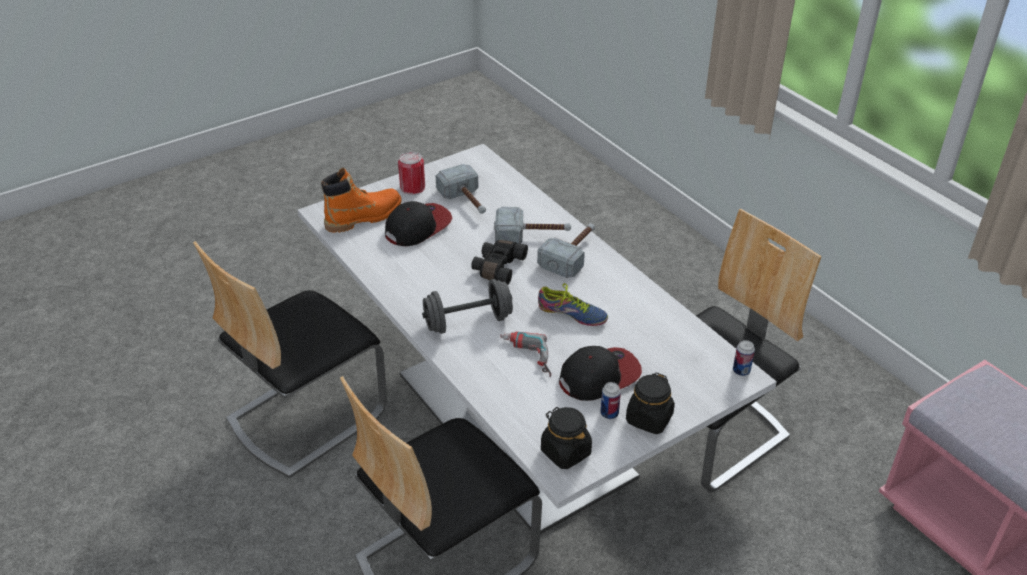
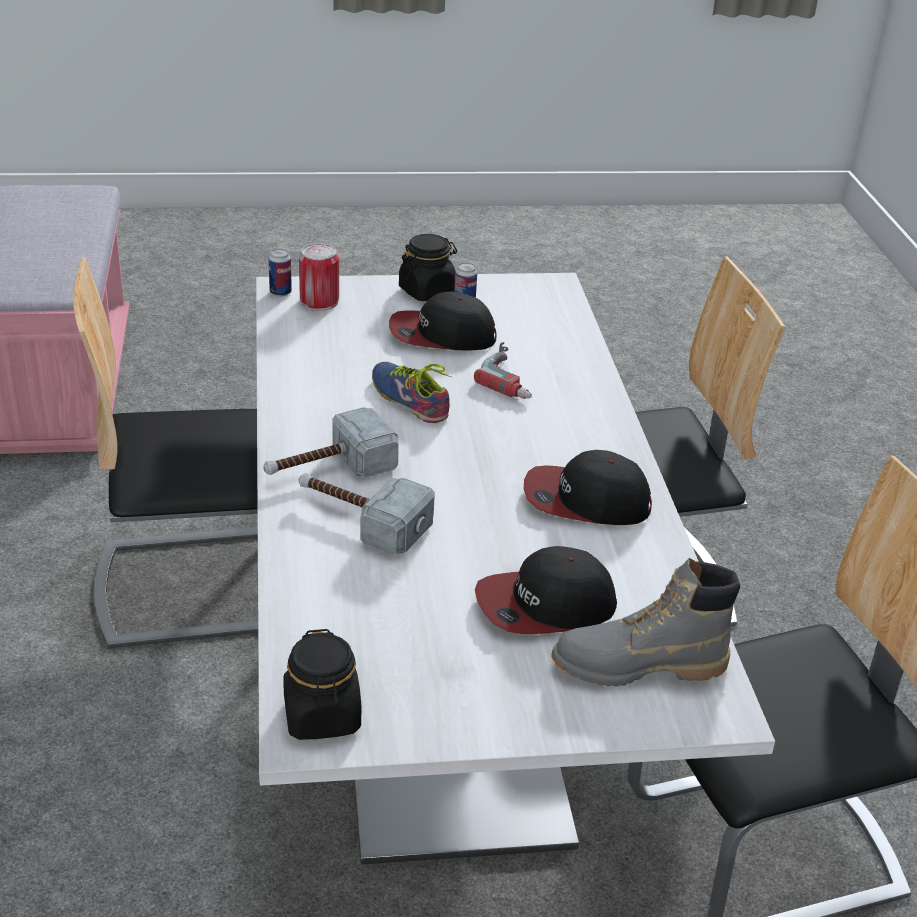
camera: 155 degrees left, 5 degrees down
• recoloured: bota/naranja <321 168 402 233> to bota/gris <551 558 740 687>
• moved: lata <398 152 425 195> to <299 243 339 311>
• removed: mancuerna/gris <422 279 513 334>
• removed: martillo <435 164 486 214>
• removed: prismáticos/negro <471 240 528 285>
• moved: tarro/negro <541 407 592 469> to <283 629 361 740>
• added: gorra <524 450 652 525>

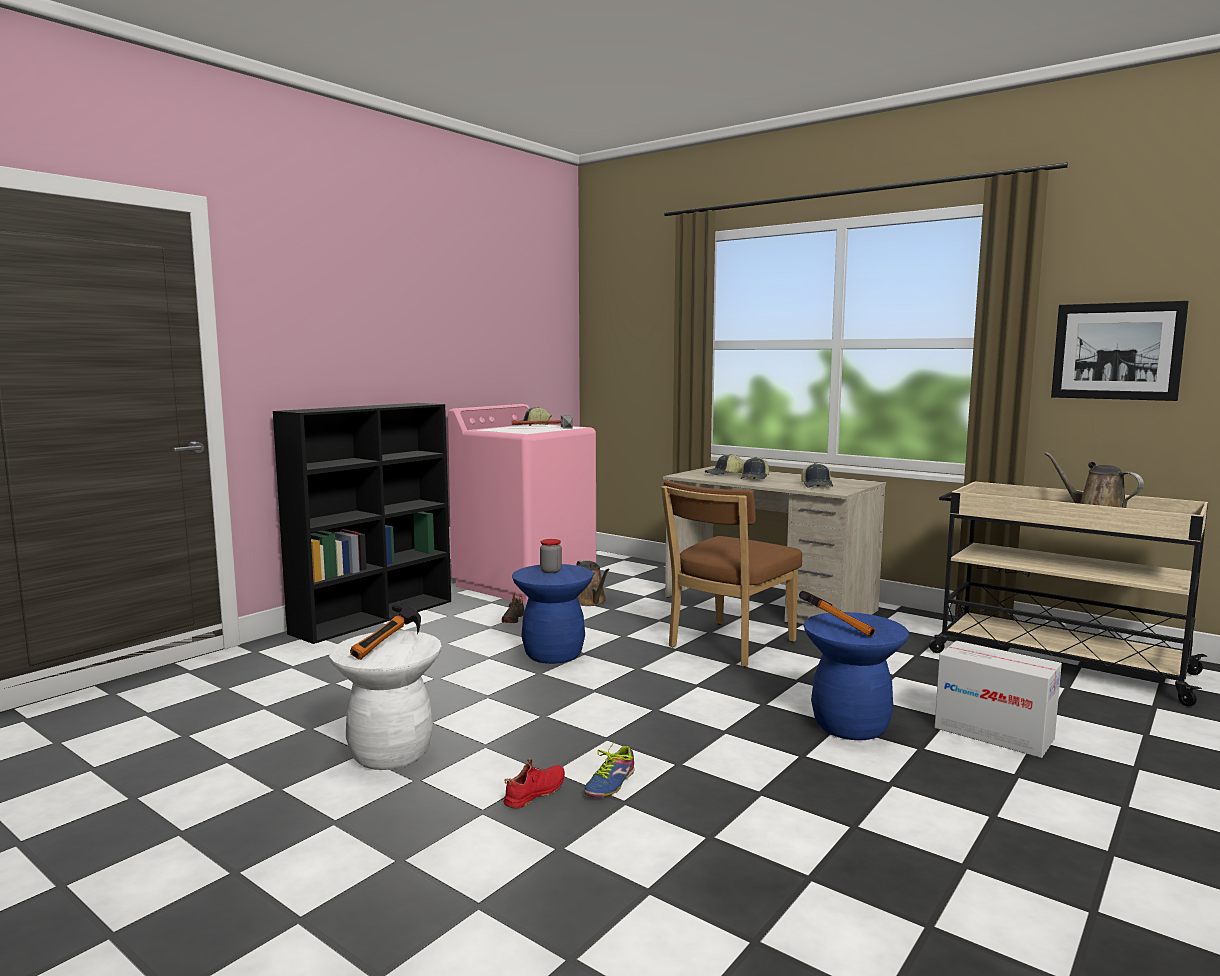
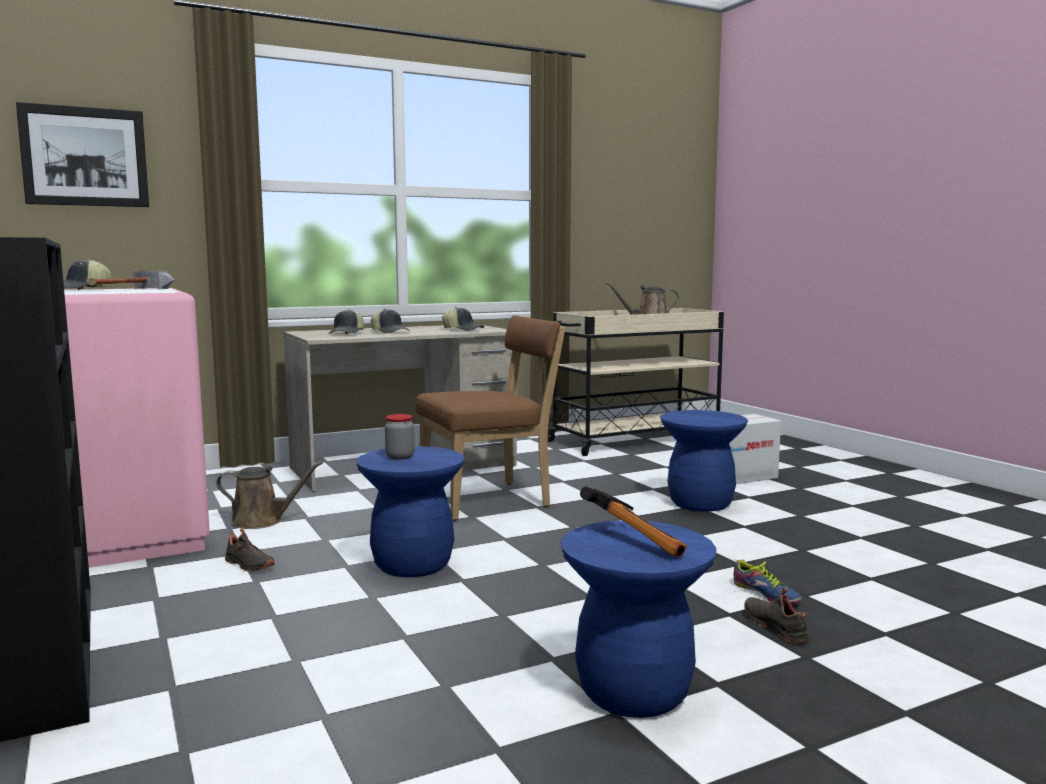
camera: 65 degrees left, 0 degrees up
• recoloured: taburete/blanco <329 630 442 770> to taburete/azul <561 520 716 718>
• recoloured: zapato/rojo <503 758 565 809> to zapato/negro <744 588 809 643>
• turned: silla/marrón <661 480 802 667> = <416 315 565 520> 90 degrees counterclockwise
• removed: martillo <799 591 876 637>
• moved: cuadro <1051 301 1189 401> to <16 102 149 207>

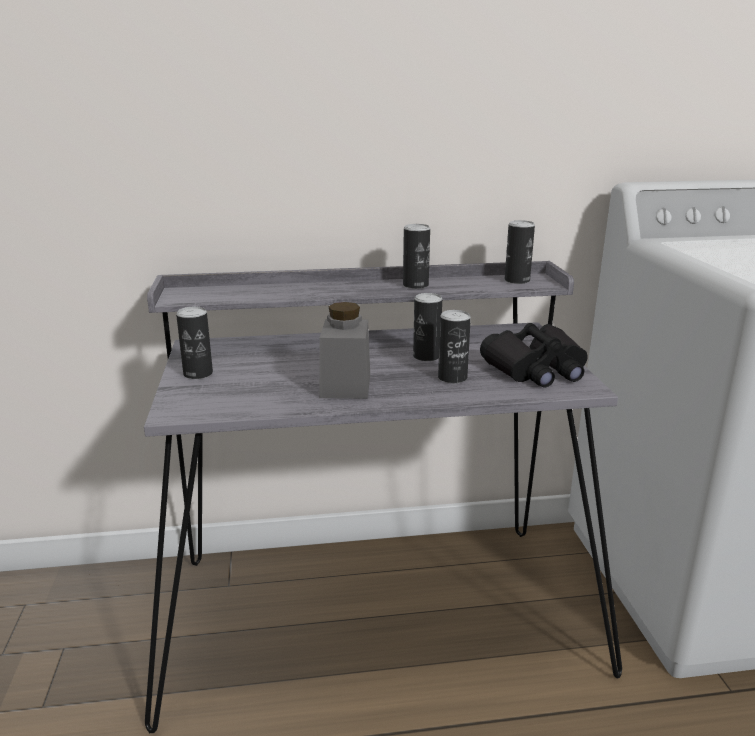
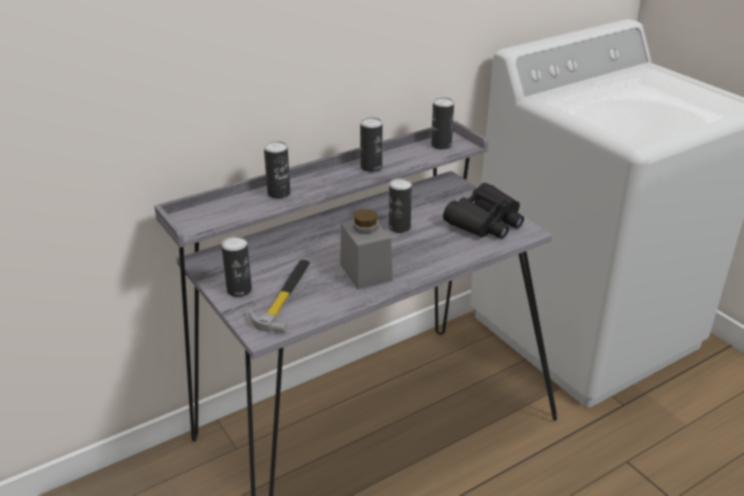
camera: 25 degrees left, 10 degrees up
• moved: lata <438 310 471 383> to <264 141 290 199>
• added: martillo <249 259 310 333>

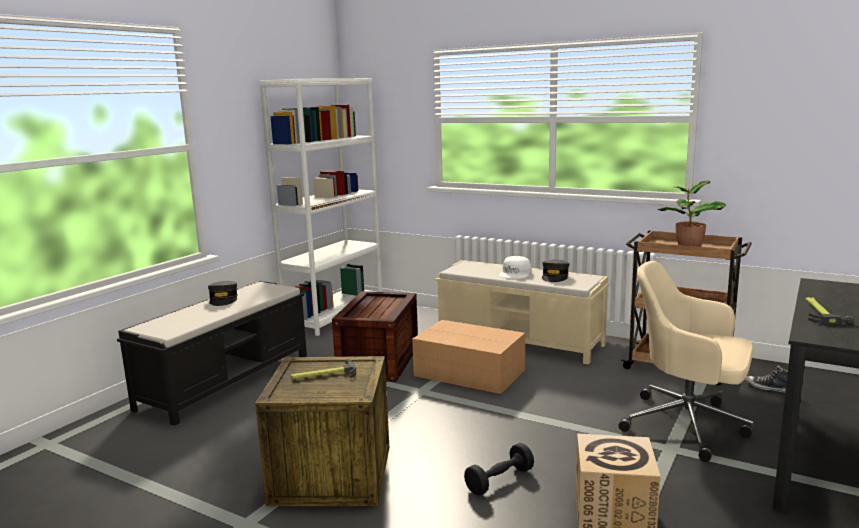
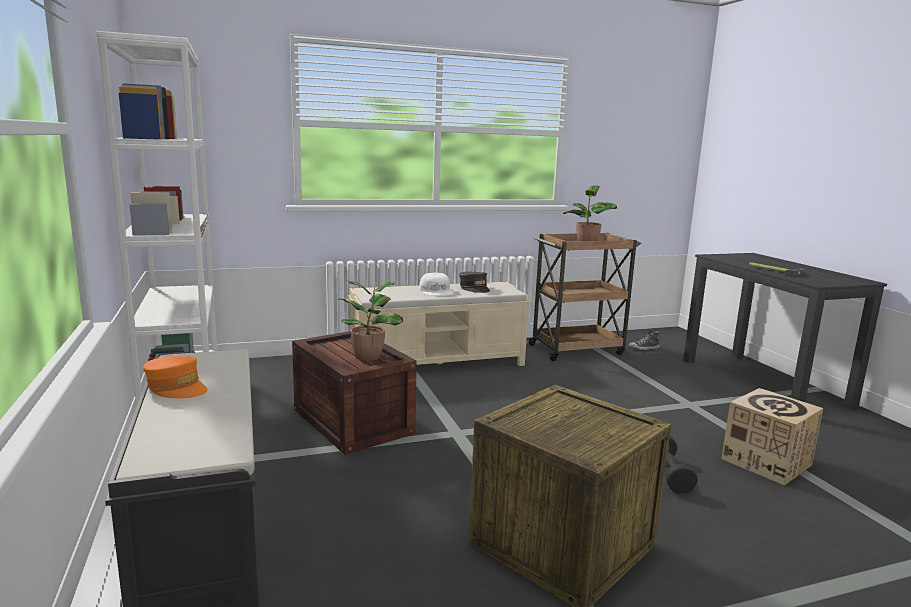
camera: 50 degrees left, 0 degrees up
• recoloured: gorra/gris <208 281 238 306> to gorra/naranja <143 356 207 398>
• removed: martillo <291 359 356 380>
• removed: caja de cartón <412 320 525 394>
• removed: silla de oficina/beis <619 261 754 462>
• added: planta en maceta <340 281 403 361>

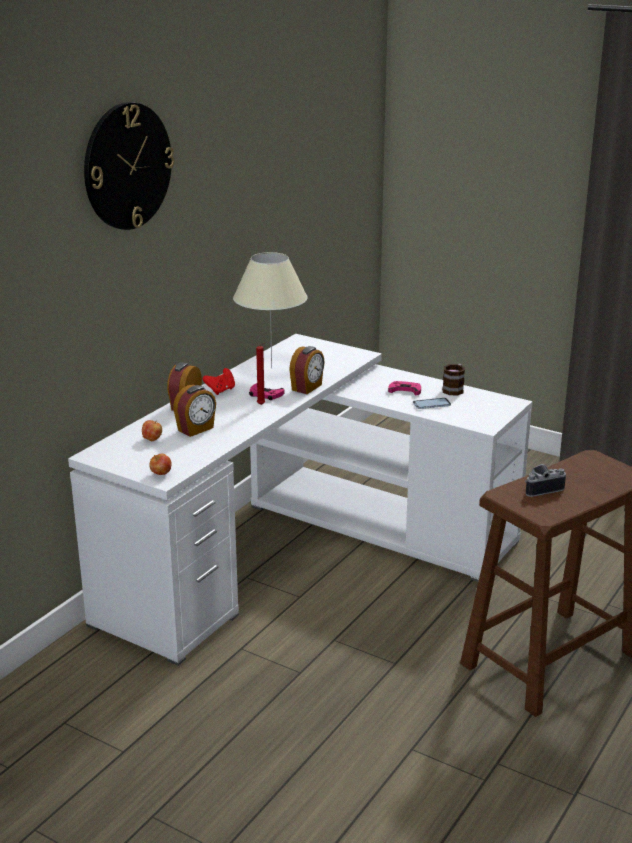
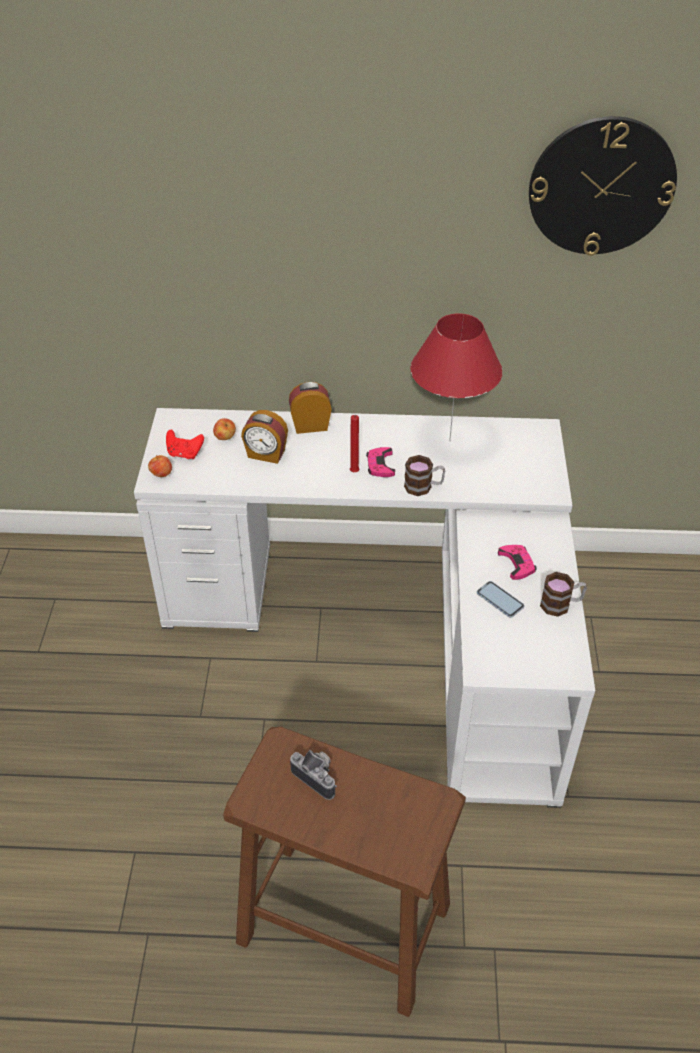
camera: 60 degrees right, 20 degrees up
• moved: reloj de pared <84 102 174 230> to <529 116 677 256>
• moved: mando de consola/rojo <203 368 235 395> to <166 429 204 459>
• recoloured: lámpara de mesa/beis <233 252 308 368> to lámpara de mesa/rojo <410 313 503 441>
• replaced: despertador <289 346 324 394> to taza grande <404 455 445 496>

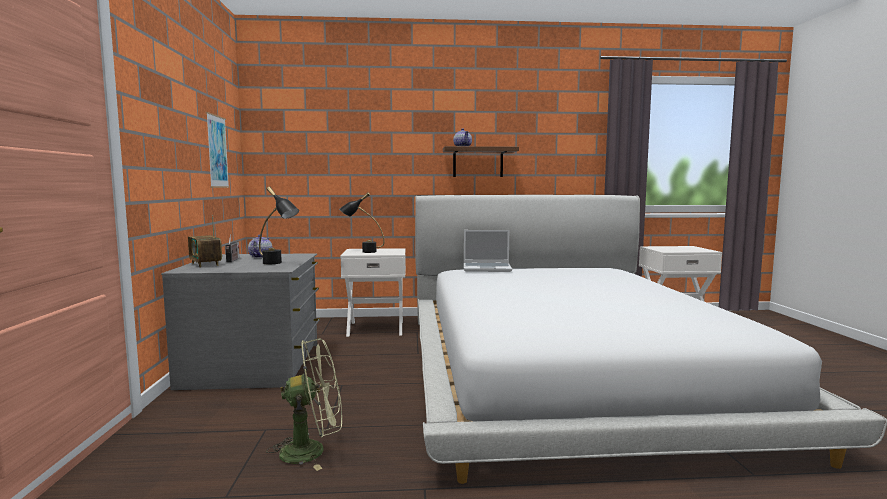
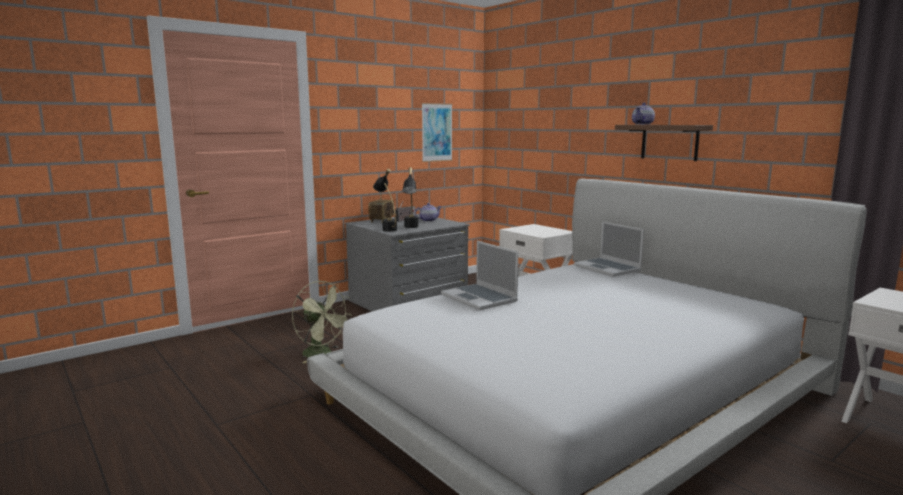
camera: 55 degrees right, 5 degrees up
• moved: lámpara de mesa/negro <339 192 384 253> to <373 169 397 232>
• added: portátil <441 241 519 311>

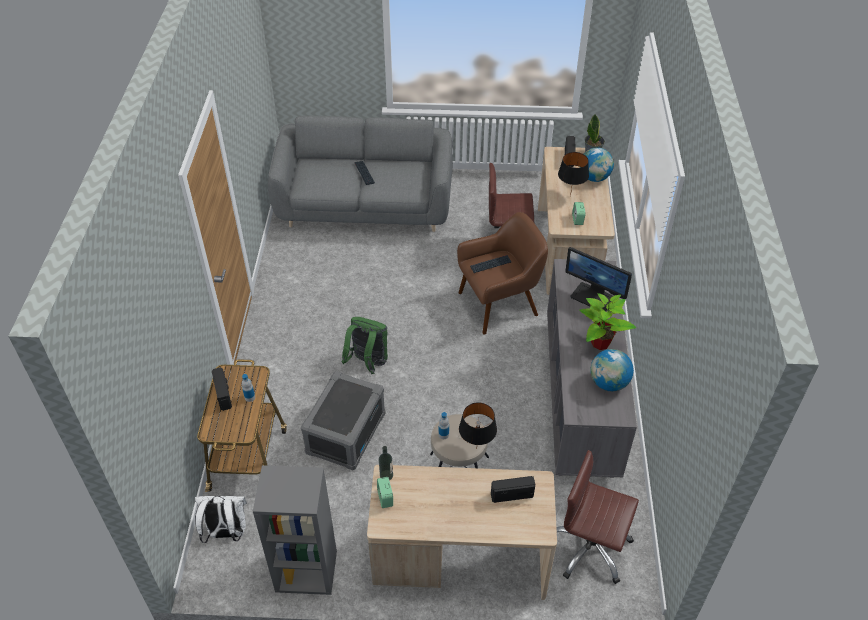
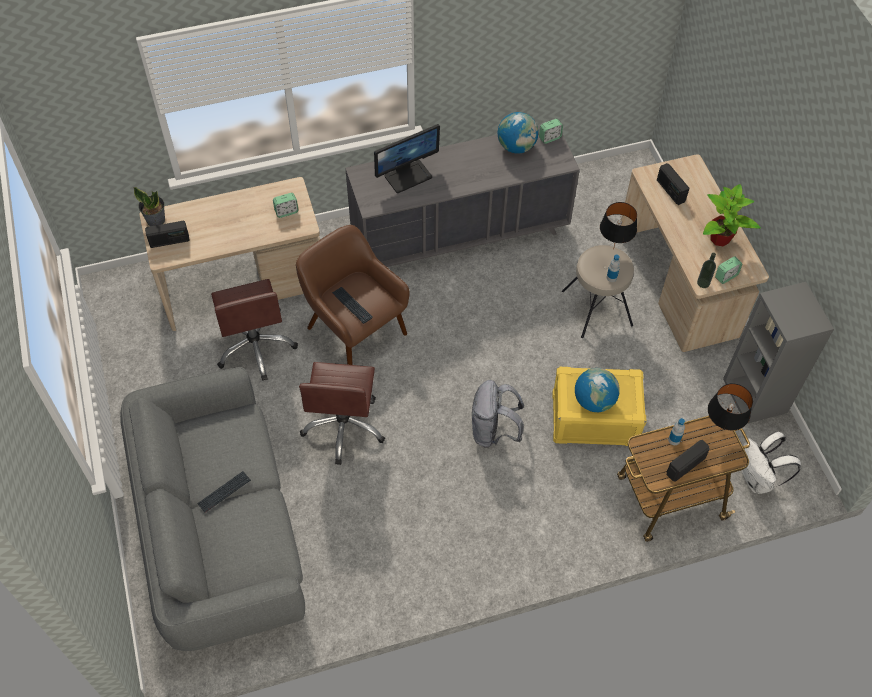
camera: 110 degrees left, 10 degrees up
• recoloured: caja de almacenaje/gris <301 371 385 470> to caja de almacenaje/amarillo <552 367 647 446>
• recoloured: mochila/verde <342 317 388 374> to mochila/gris <472 380 524 448>
• moved: silla de oficina/marrón <556 450 639 584> to <299 362 385 465>
• moved: lámpara de mesa/negro <558 152 589 197> to <708 383 753 431>
• turned: monitor <565 247 632 311> = <374 124 440 193> 45 degrees clockwise
• moved: planta en maceta <579 293 636 350> to <703 184 761 246>
• moved: globo terráqueo <584 147 614 182> to <575 368 620 412>
• added: despertador <539 119 563 144>

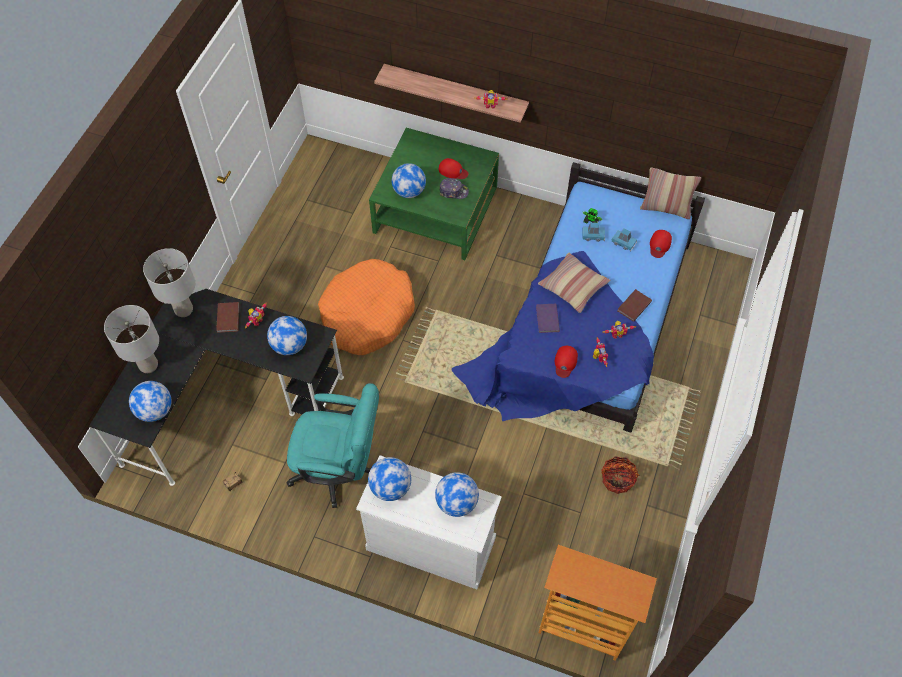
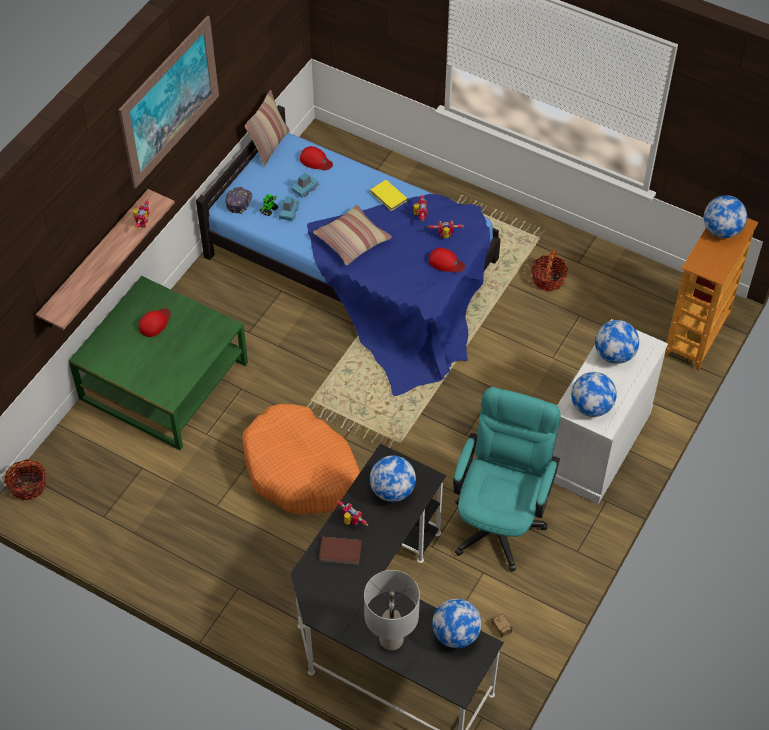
camera: 80 degrees left, 5 degrees down
• removed: lámpara de mesa/gris <143 248 195 317>
• moved: globo terráqueo <392 163 426 198> to <704 195 747 238>
• moved: gorra <439 178 469 199> to <225 187 252 214>
• removed: libro/morado <536 304 560 333>
• recoloured: libro/marrón <618 289 652 322> to libro/amarillo <370 180 408 211>
• added: cesta <4 459 46 500>
• added: cuadro <119 15 219 189>

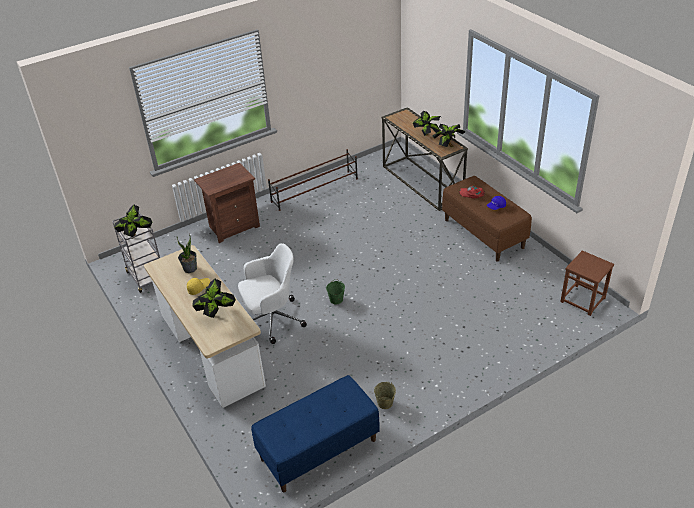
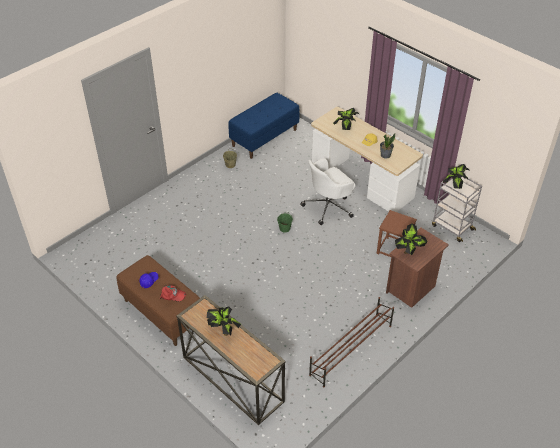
camera: 165 degrees right, 5 degrees up
• moved: planta en maceta <432 124 465 147> to <395 223 428 255>
• moved: taburete/marrón <560 251 614 316> to <376 210 417 257>

